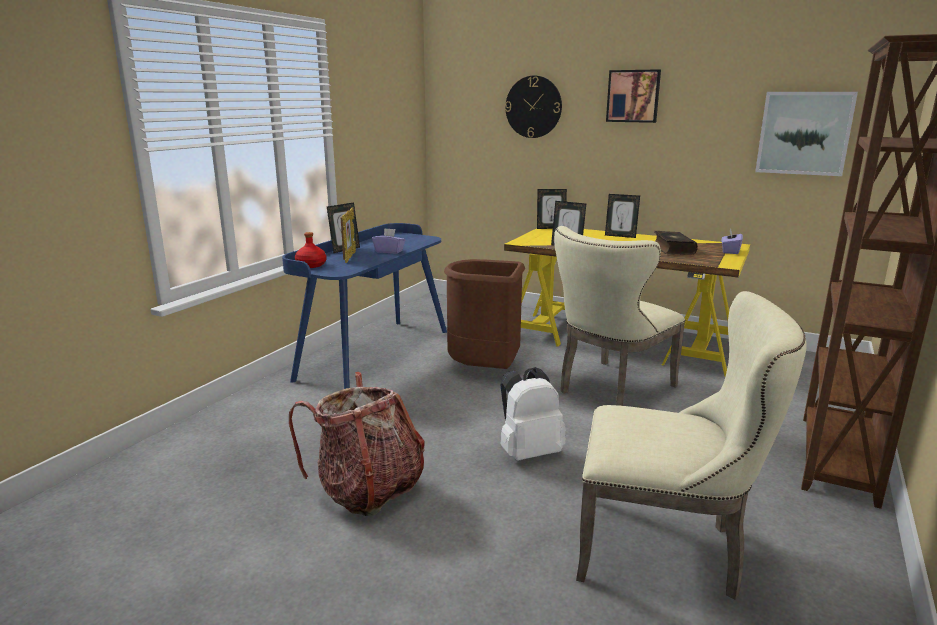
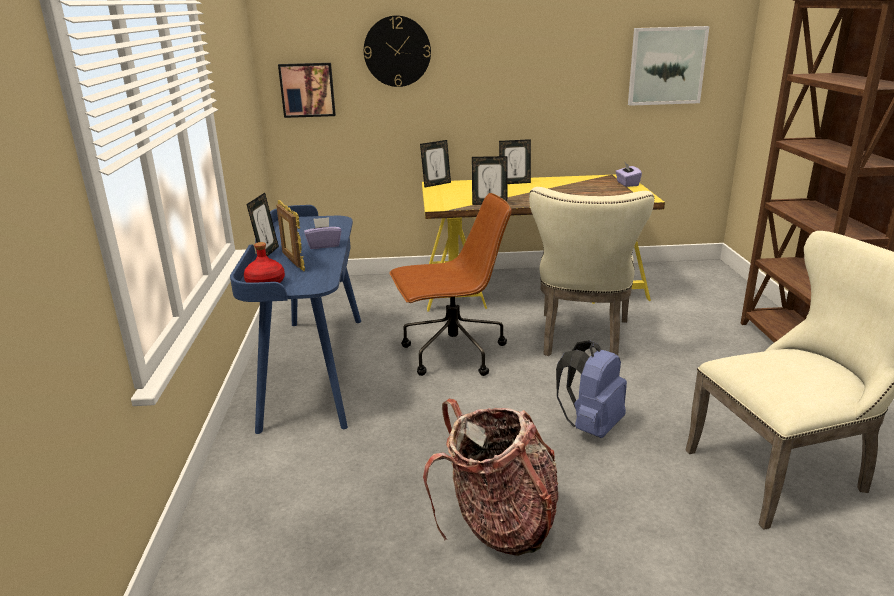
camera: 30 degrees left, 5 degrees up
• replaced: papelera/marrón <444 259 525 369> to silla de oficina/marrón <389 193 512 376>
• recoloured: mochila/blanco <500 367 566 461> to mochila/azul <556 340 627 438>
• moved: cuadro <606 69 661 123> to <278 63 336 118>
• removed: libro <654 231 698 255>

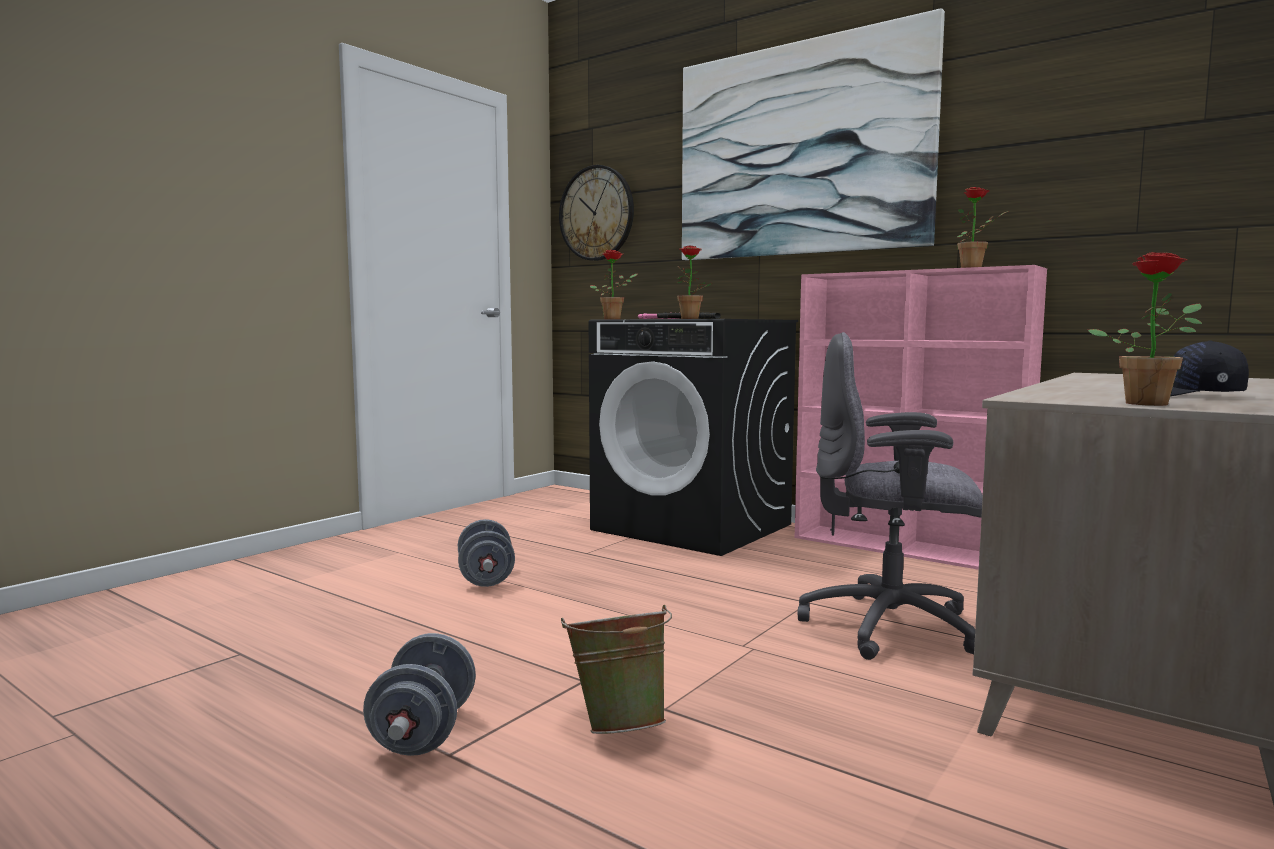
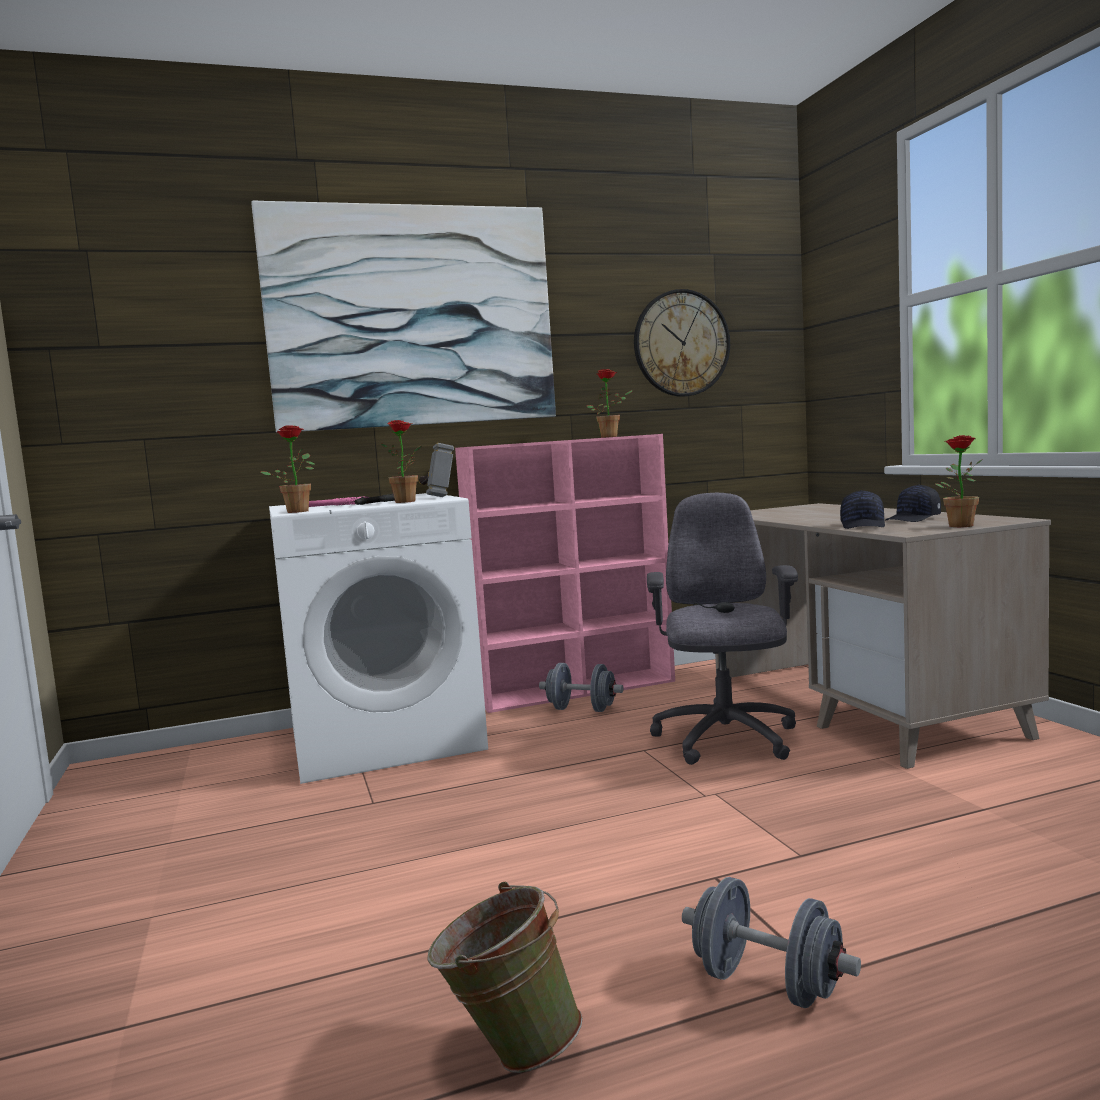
camera: 55 degrees left, 0 degrees up
• moved: mancuerna/gris <458 519 515 587> to <539 663 623 712>
• moved: reloj de pared <559 165 634 261> to <634 289 730 397>
• moved: cubo/verde <561 605 672 734> to <427 882 583 1073>
• recoloured: lavadora/negro <589 319 798 556> to lavadora/blanco <269 493 488 784>
• turned: silla de oficina/gris <797 332 983 660> = <647 493 798 765> 135 degrees clockwise
• added: martillo <419 443 454 497>
• added: gorra/negro <840 490 885 529>

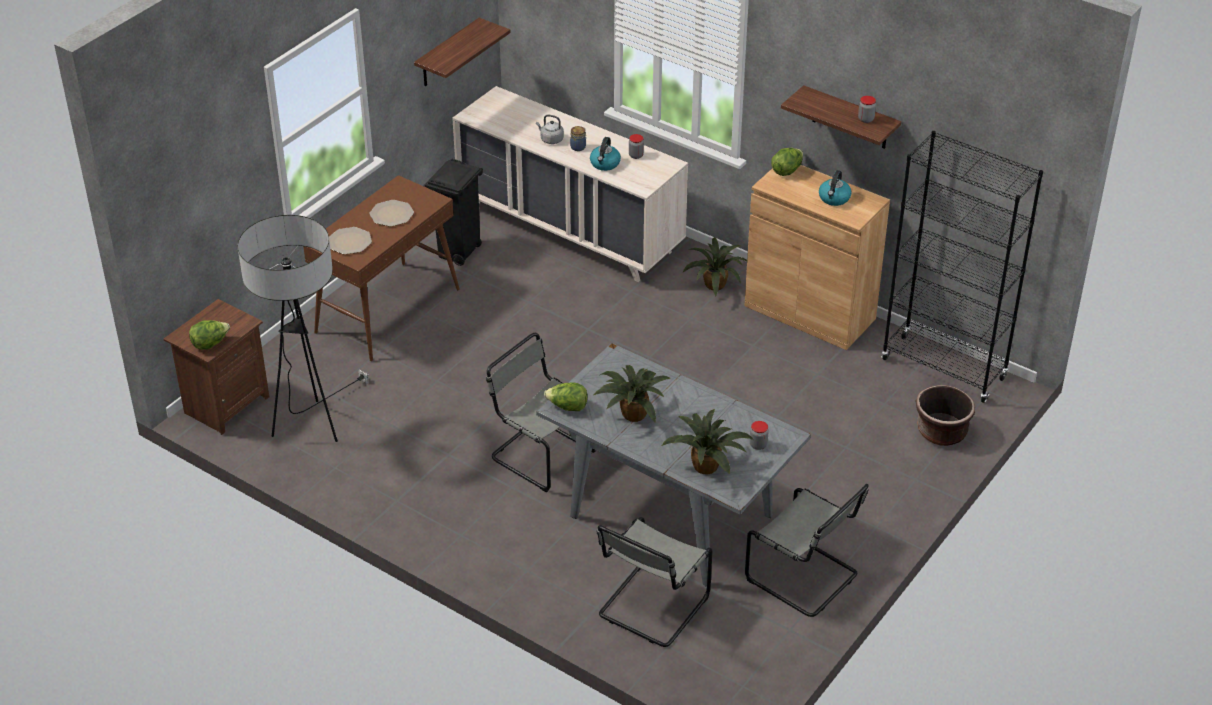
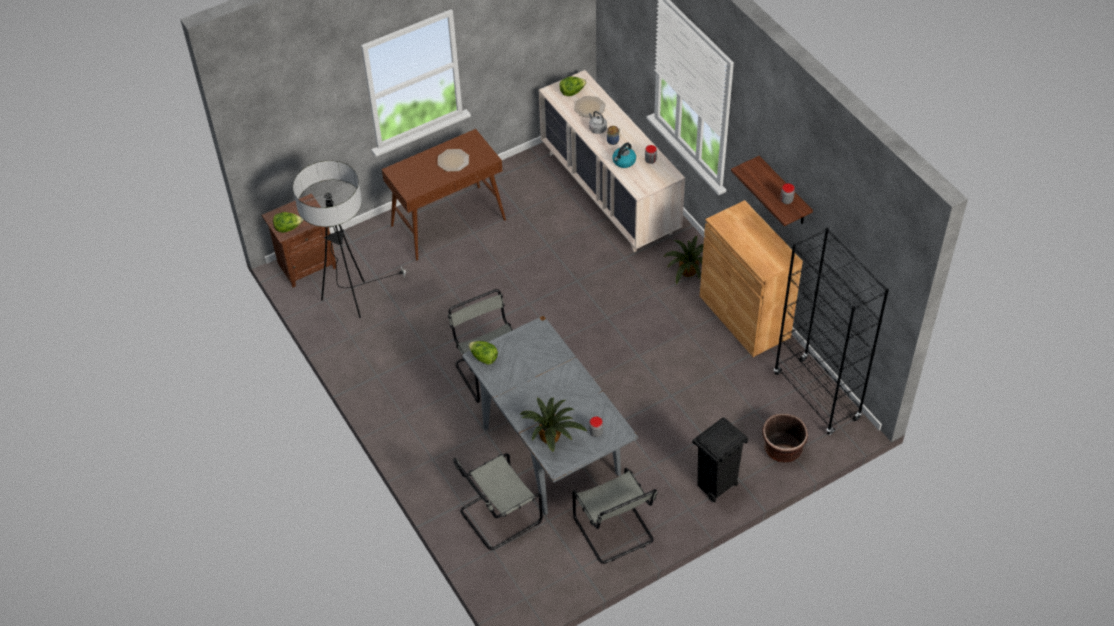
camera: 25 degrees right, 10 degrees up
• moved: plato <329 227 372 254> to <574 96 606 118>
• removed: estante <414 18 511 86>
• moved: papelera/negro <423 159 483 266> to <692 418 748 503>
• removed: planta en maceta <594 365 670 422>
• moved: lechuga <771 148 803 176> to <559 77 587 96>
• removed: hervidor <819 170 852 206>

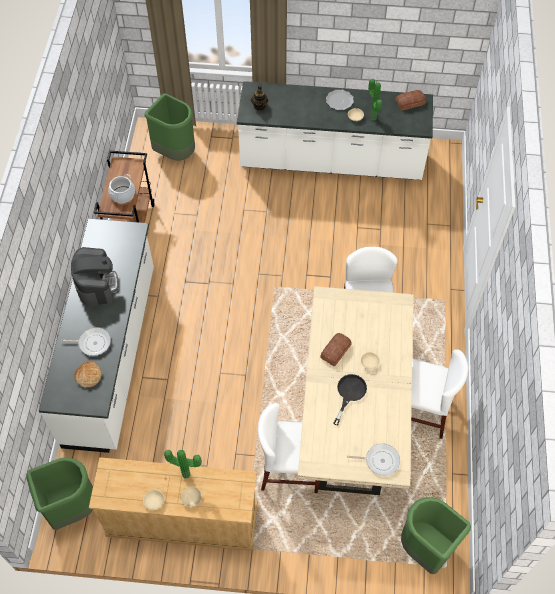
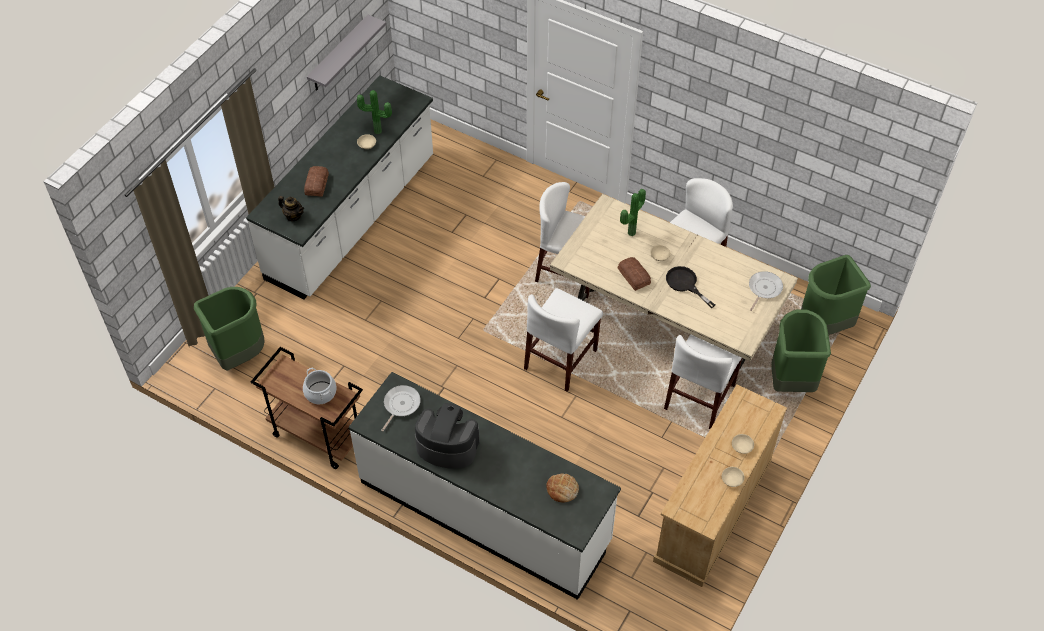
camera: 65 degrees left, 5 degrees down
• moved: papelera/verde <26 457 93 530> to <771 309 831 392>
• moved: sartén <61 327 111 356> to <381 385 421 431>
• moved: planta en maceta <164 449 202 479> to <620 189 646 236>
• removed: plato <326 90 354 110>
• moved: pan <396 90 426 111> to <304 166 329 197>
• added: estante/gris <307 15 386 91>
• added: silla/blanco <524 288 603 392>

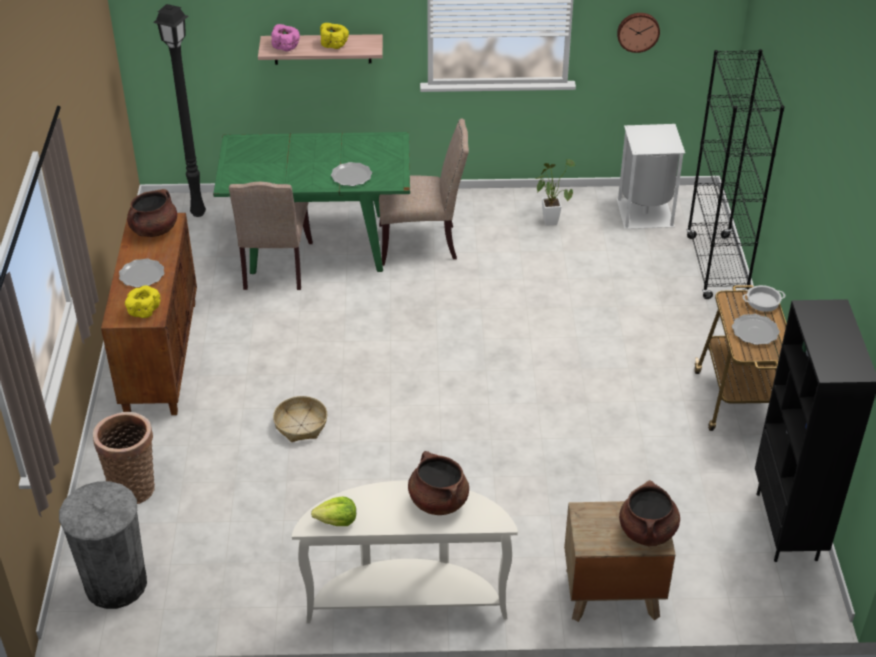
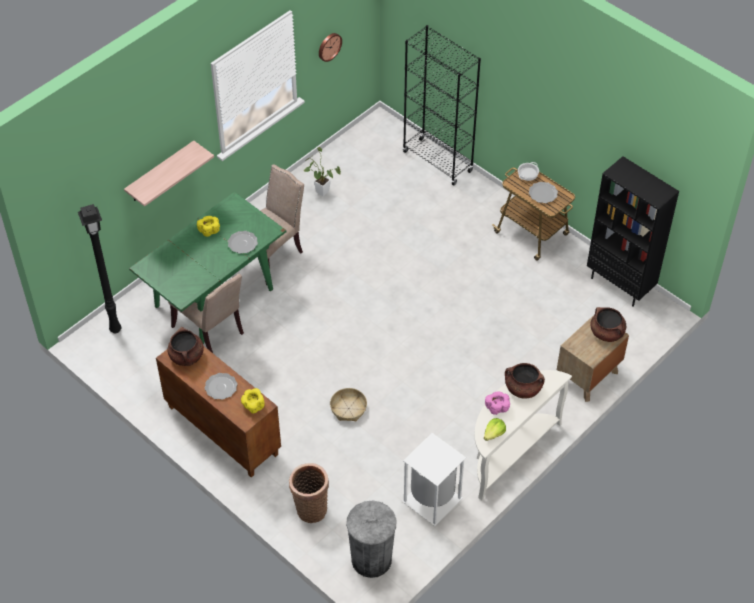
camera: 45 degrees left, 10 degrees up
• moved: cuenco/rosa <271 24 300 51> to <485 392 510 415>
• moved: cuenco/amarillo <320 23 349 49> to <197 216 220 237>
• moved: papelera/blanco <617 124 685 229> to <402 433 466 526>

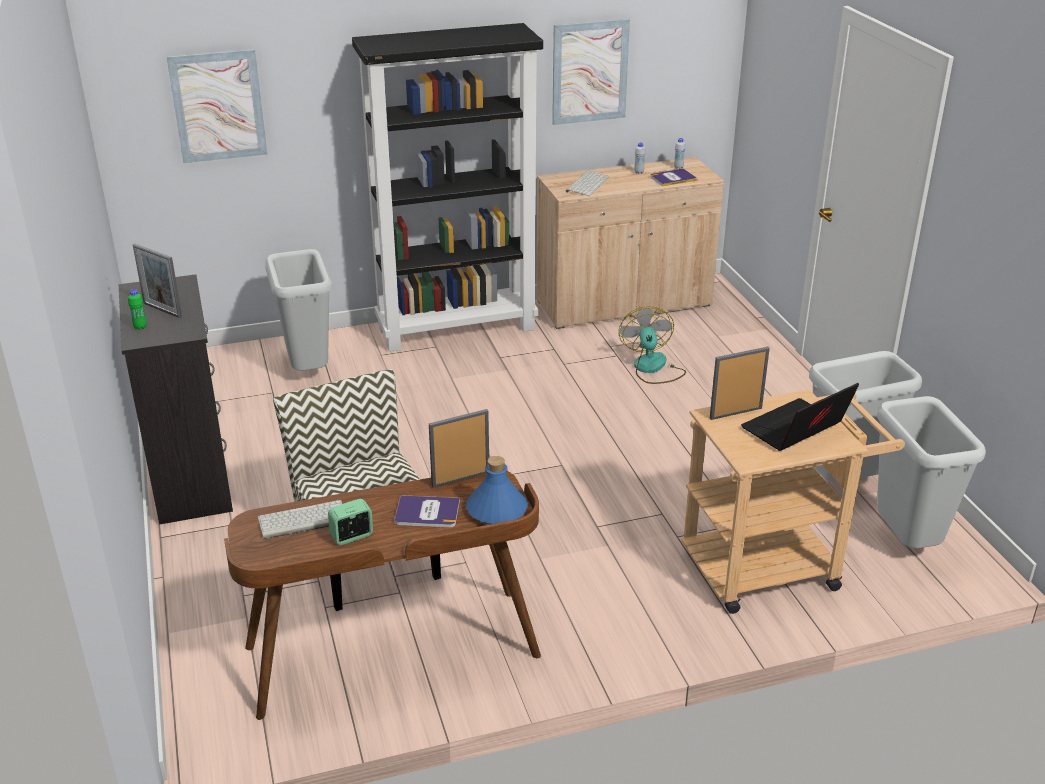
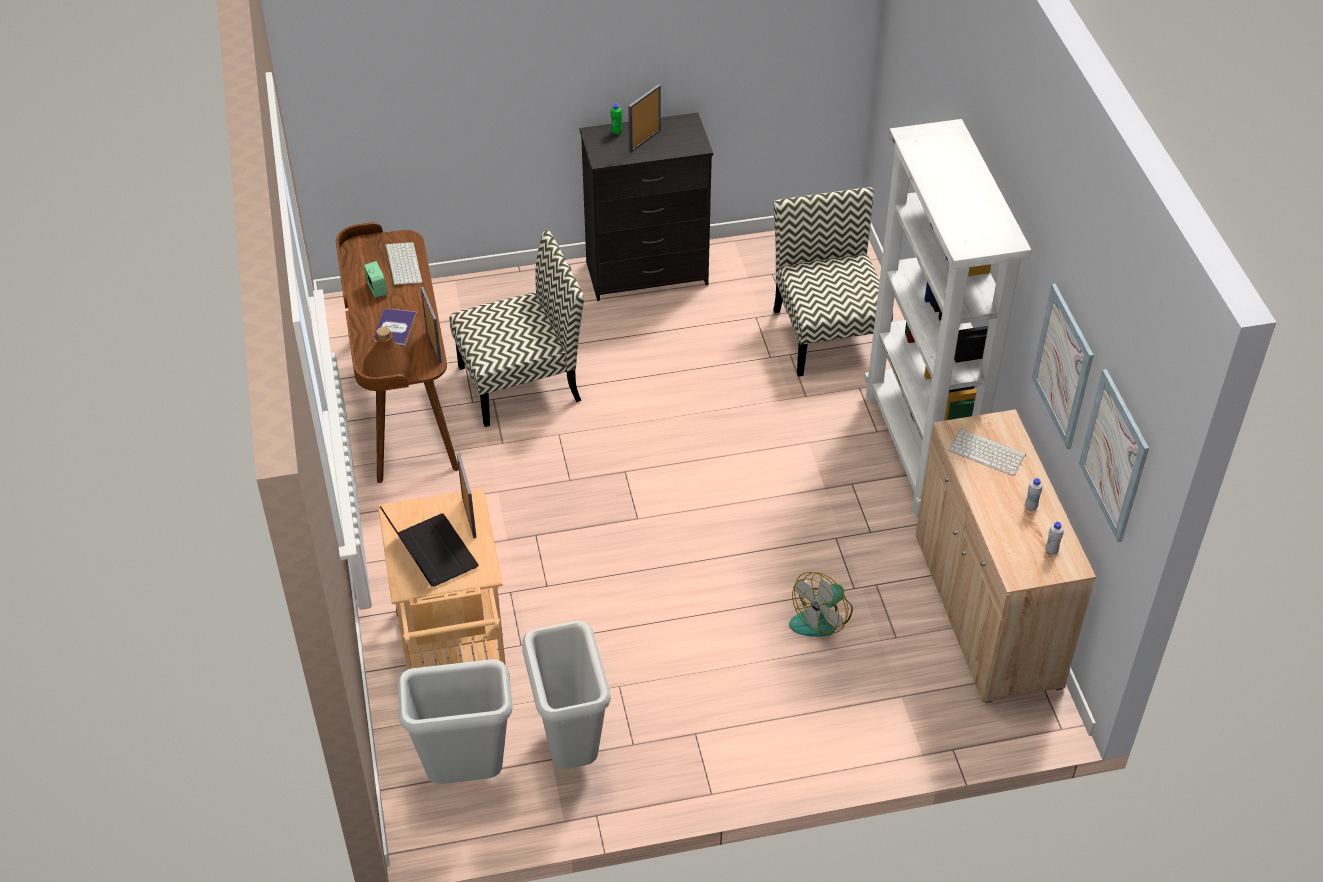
camera: 95 degrees right, 15 degrees up
• moved: cuadro <167 49 267 163> to <1079 369 1149 542>
• replaced: papelera/gris <265 249 332 371> to silla <773 187 893 377>
• recoloured: estantería/negro <352 23 543 352> to estantería/blanco <864 119 1031 518>
• recoloured: botella/azul <466 456 528 524> to botella/marrón <363 327 412 377>
• turned: ventilador <619 306 686 384> = <789 572 853 637> 135 degrees clockwise
• removed: libro <650 169 698 187>

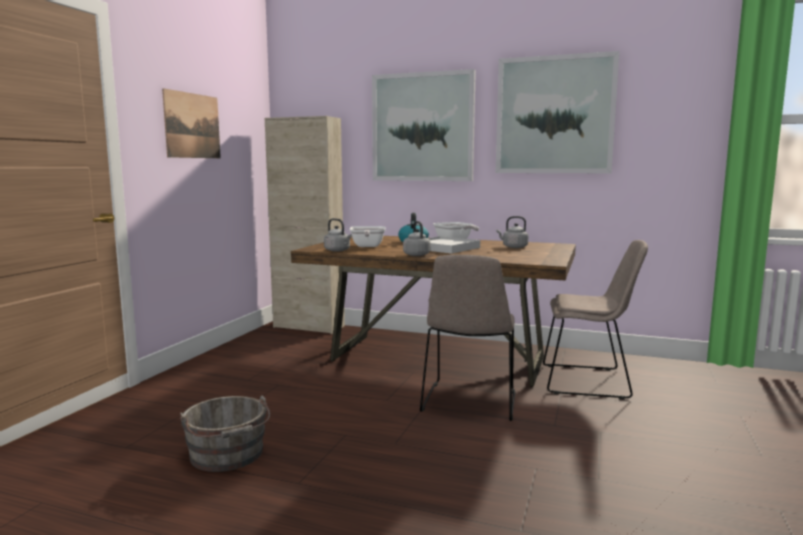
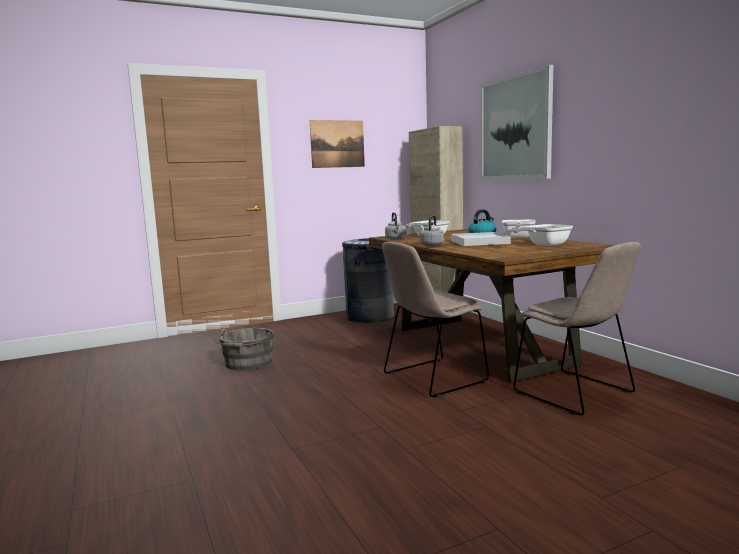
camera: 45 degrees right, 0 degrees up
• removed: cuadro <496 51 619 173>
• replaced: hervidor/gris <497 216 528 248> to sartén <513 224 573 246>
• added: papelera/gris <342 238 394 323>

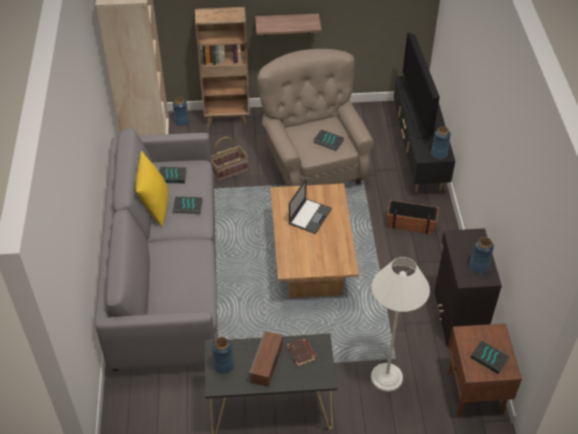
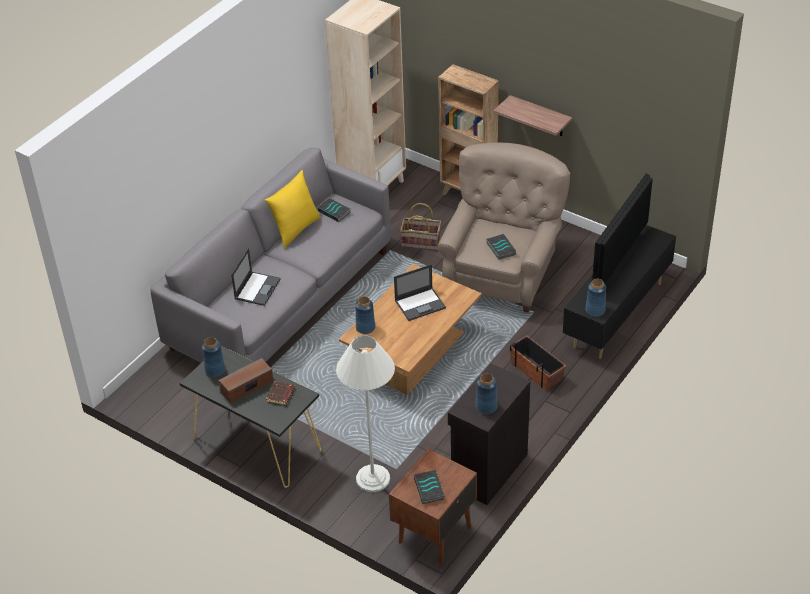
camera: 40 degrees right, 5 degrees down
• removed: libro <172 196 202 214>
• moved: florero/azul <173 97 189 127> to <355 296 375 334>
• added: portátil <231 248 281 306>

